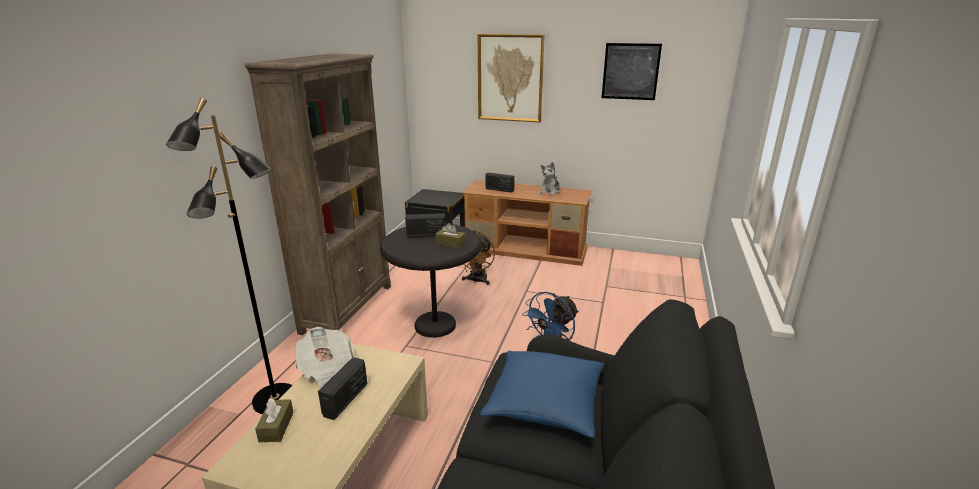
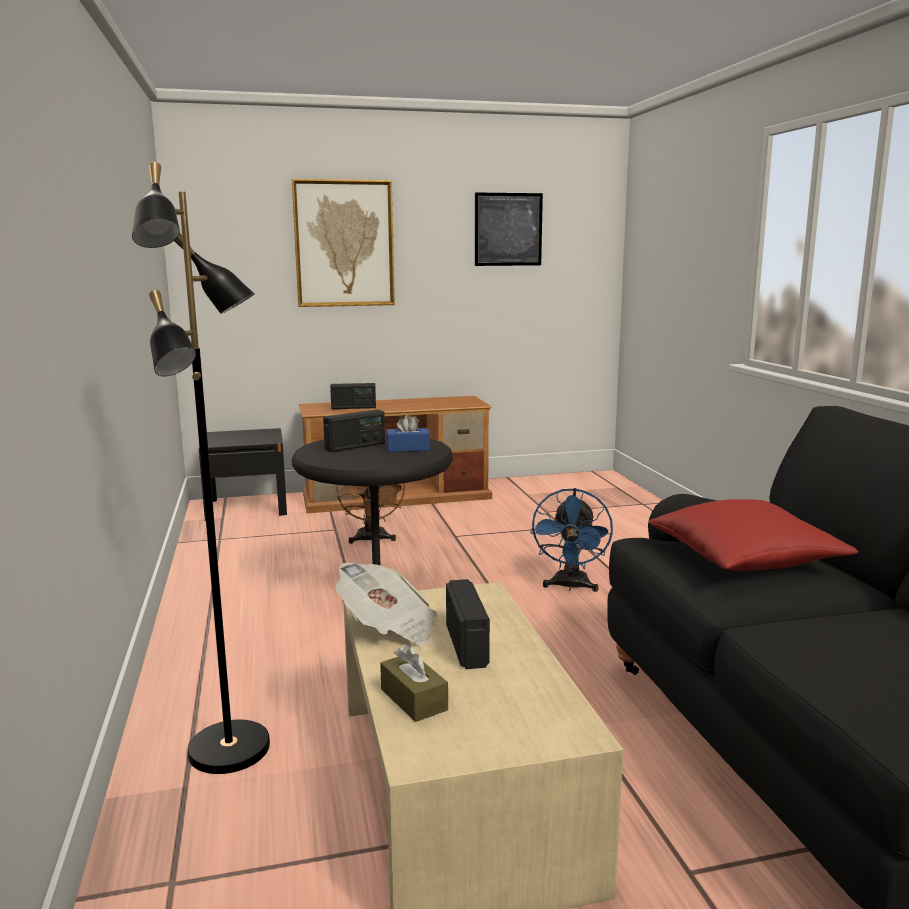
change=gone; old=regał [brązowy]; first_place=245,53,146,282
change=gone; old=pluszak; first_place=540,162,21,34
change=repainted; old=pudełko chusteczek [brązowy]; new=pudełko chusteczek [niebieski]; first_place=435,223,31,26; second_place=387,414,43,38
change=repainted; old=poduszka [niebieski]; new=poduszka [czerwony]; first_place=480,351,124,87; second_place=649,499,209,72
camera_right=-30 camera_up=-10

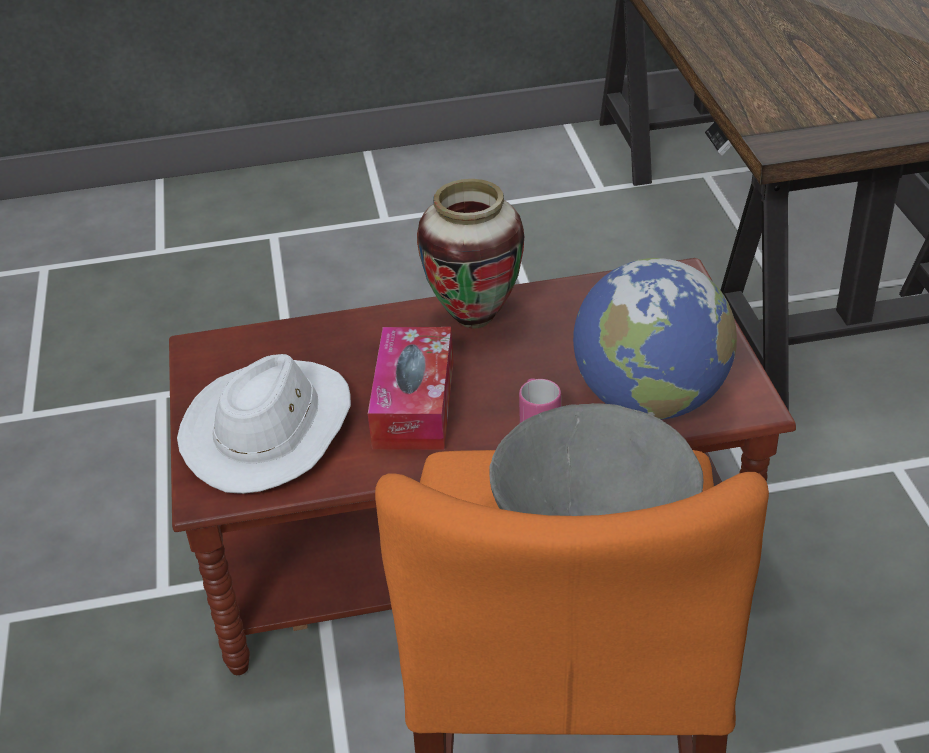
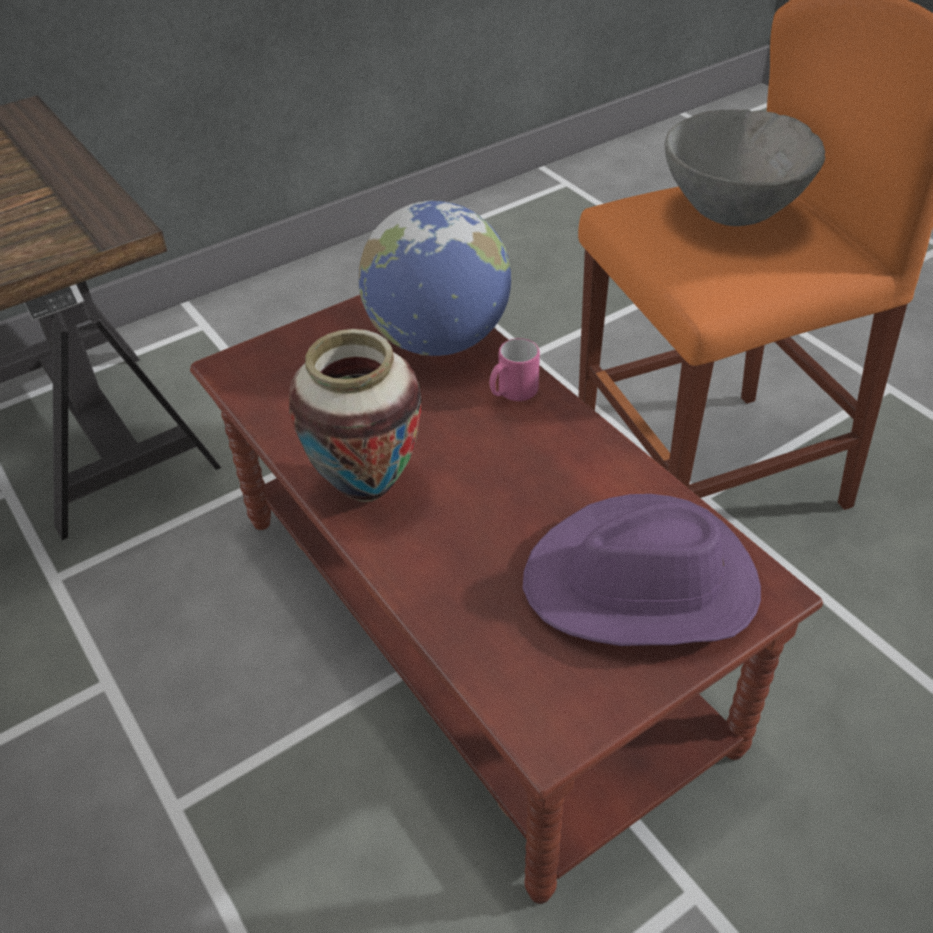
change=gone; old=pudełko chusteczek; first_place=368,327,86,123
change=repainted; old=kapelusz [biały]; new=kapelusz [fioletowy]; first_place=177,354,174,140; second_place=523,494,238,152
camera_right=-115 camera_up=5

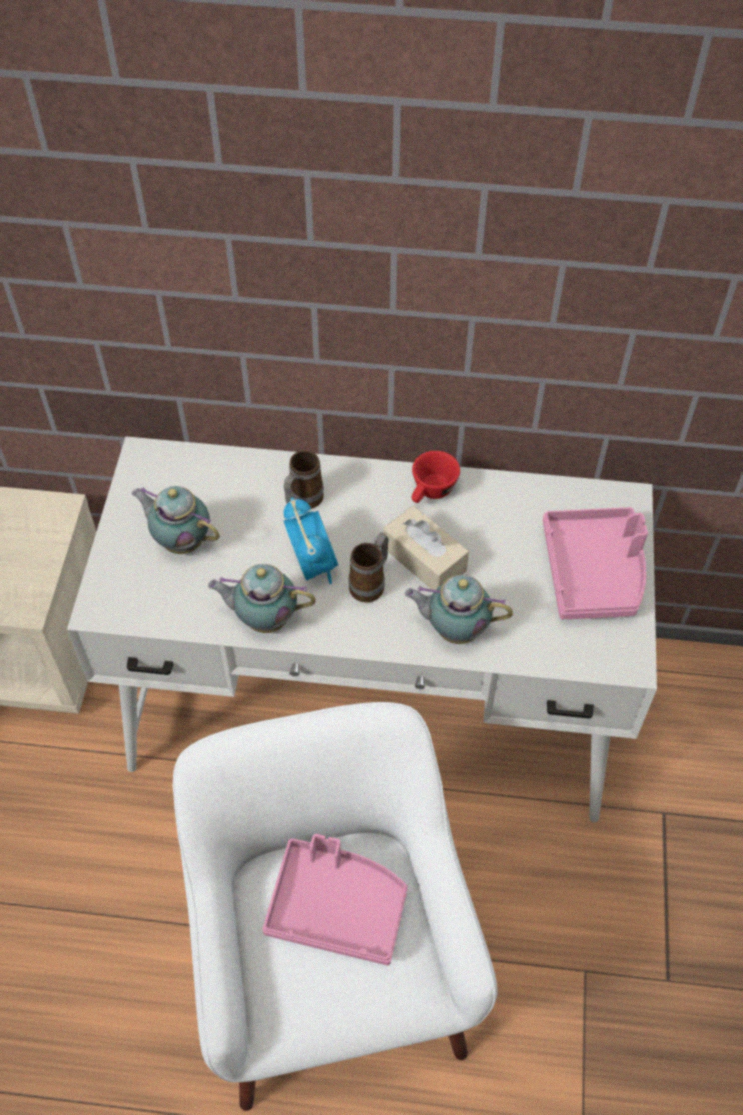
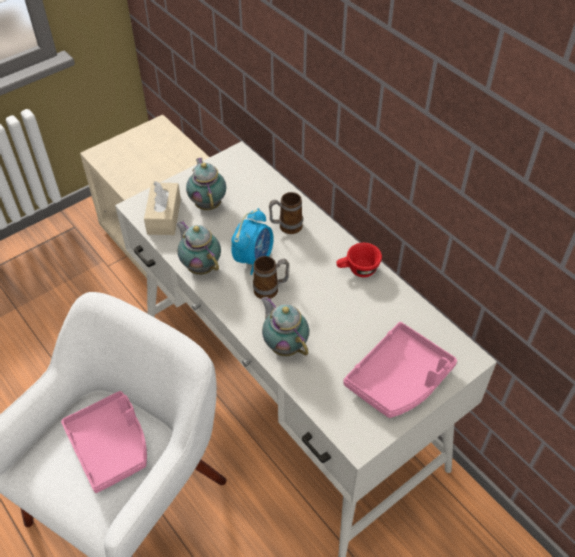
change=shifted; old=pudełko chusteczek [beżowy]; first_place=383,506,86,84; second_place=144,181,37,54
camera_right=45 camera_up=-5

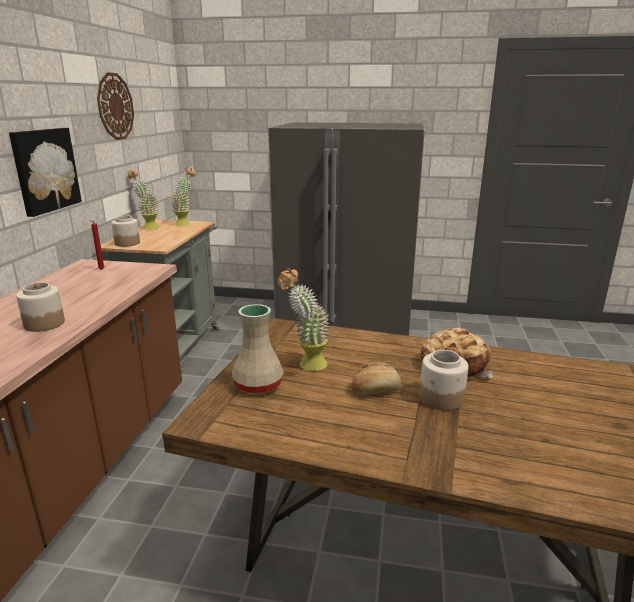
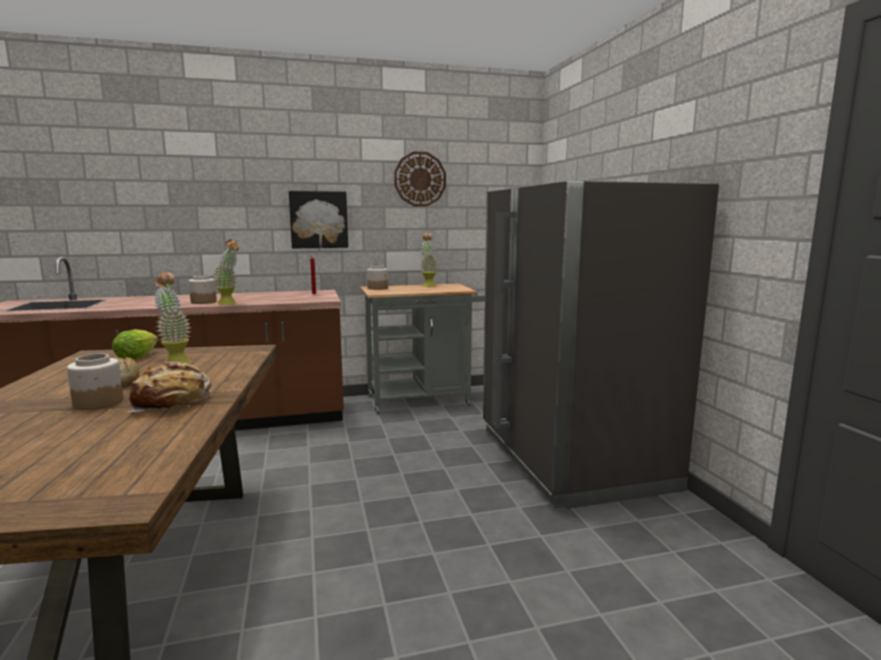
change=shifted; old=roślina doniczkowa; first_place=171,167,25,59; second_place=213,239,26,66
change=swapped; old=wazon [beżowy]; new=sałata; first_place=232,304,52,91; second_place=112,329,46,30
camera_right=65 camera_up=-10

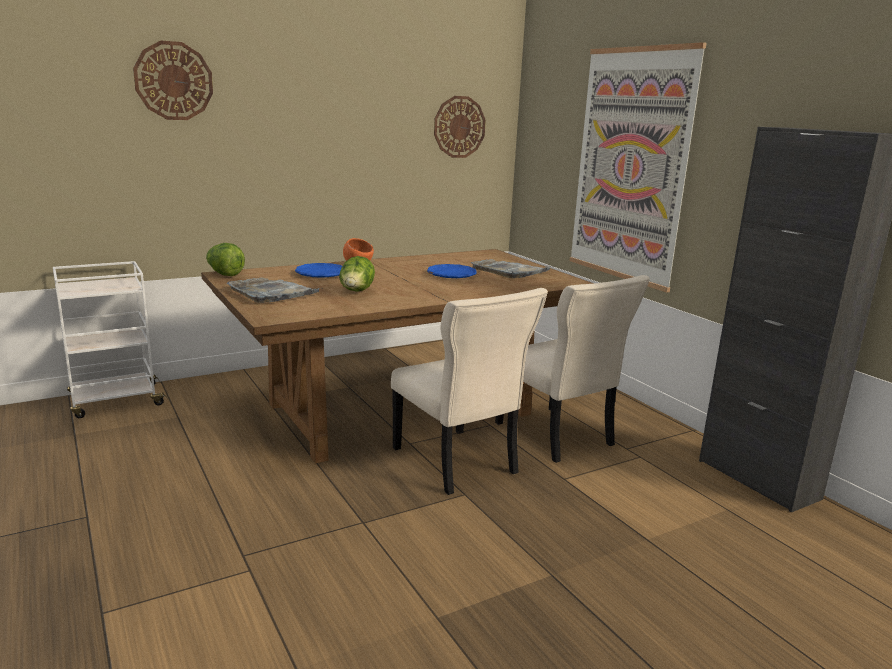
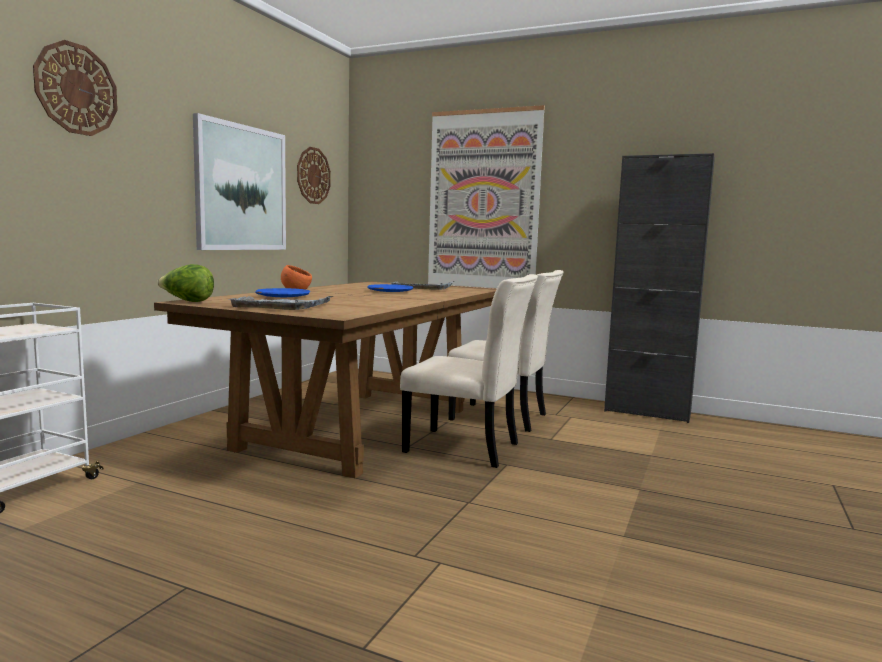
change=gone; old=sałata; first_place=339,256,36,36
change=new; new=obraz; second_place=193,113,93,137
camera_right=-35 camera_up=-10

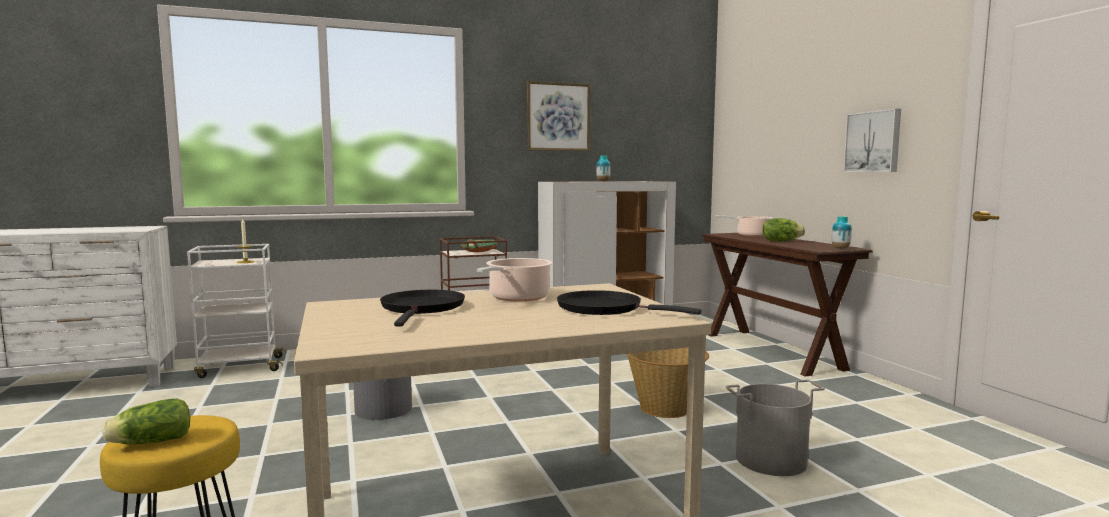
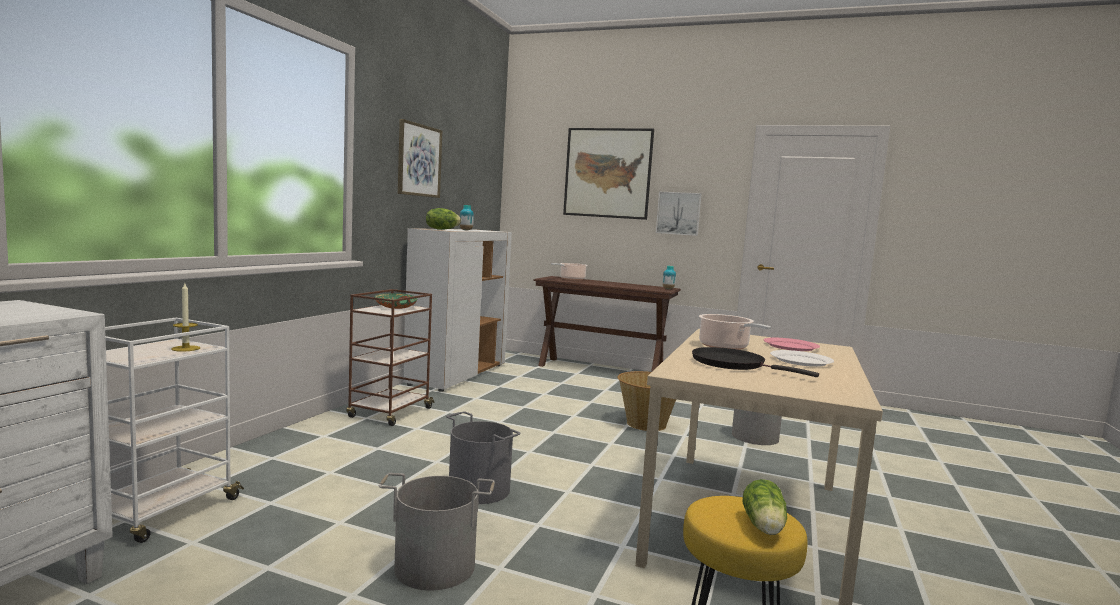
change=shifted; old=sałata; first_place=762,218,43,24; second_place=426,208,35,22
change=swapped; old=patelnia [czarny]; new=talerz [różowy]; first_place=557,290,145,25; second_place=764,338,56,13
change=new; new=obraz; second_place=563,128,91,92
change=new; new=talerz [biały]; second_place=770,350,64,17
change=new; new=wiadro [szary]; second_place=378,473,117,118
camera_right=-50 camera_up=0

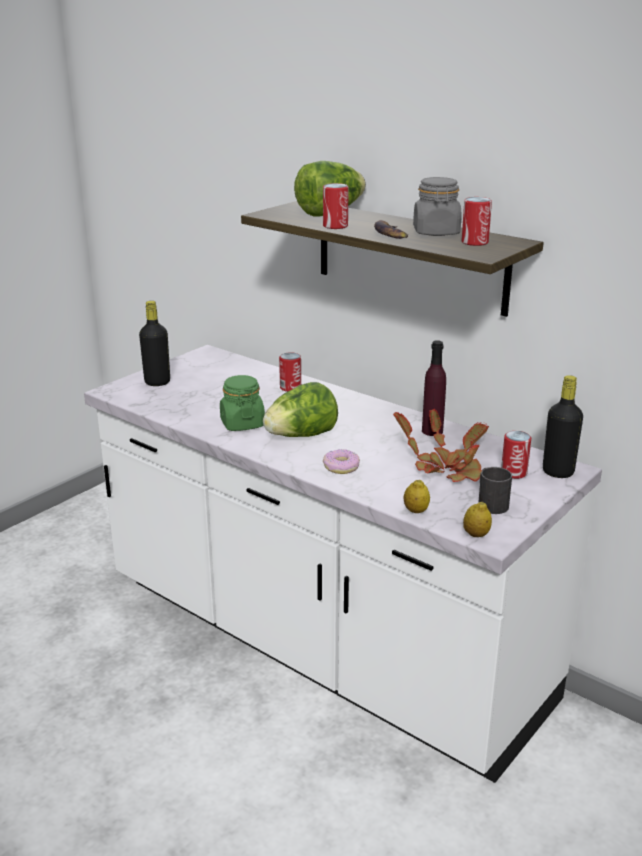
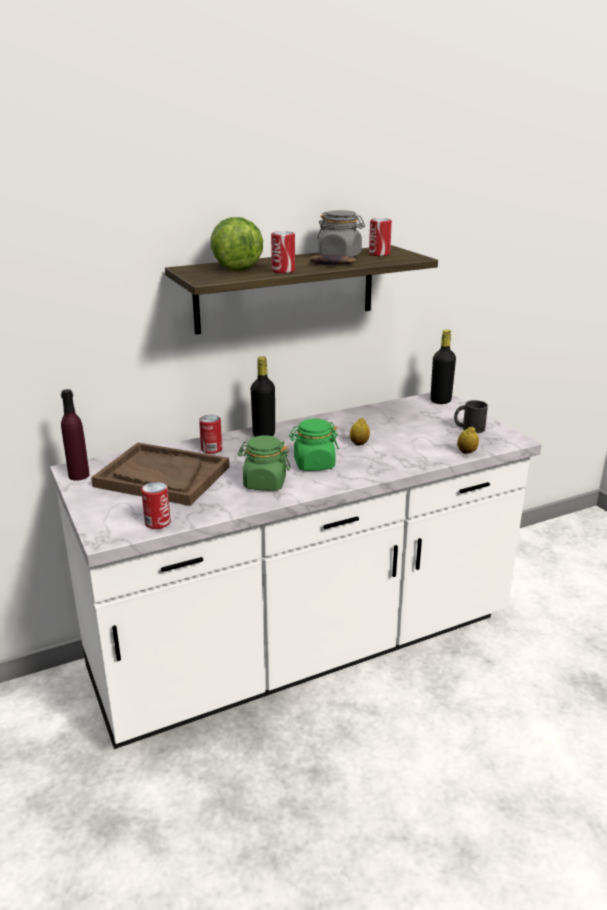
change=shifted; old=butelka [czarny]; first_place=139,301,31,85; second_place=251,356,24,81
change=shifted; old=butelka [fioletowy]; first_place=422,340,24,96; second_place=61,389,29,92
change=swapped; old=sałata; new=słoik [zielony]; first_place=263,382,75,55; second_place=289,419,50,52
change=gone; old=roślina doniczkowa; first_place=393,409,96,73
change=shifted; old=puszka; first_place=501,431,30,48; second_place=141,482,30,47
change=gone; old=donut; first_place=323,449,37,25
change=shifted; old=cytryna; first_place=463,502,29,35; second_place=350,418,20,28
change=new; new=taca [brązowy]; second_place=91,443,138,63
camera_right=-65 camera_up=0

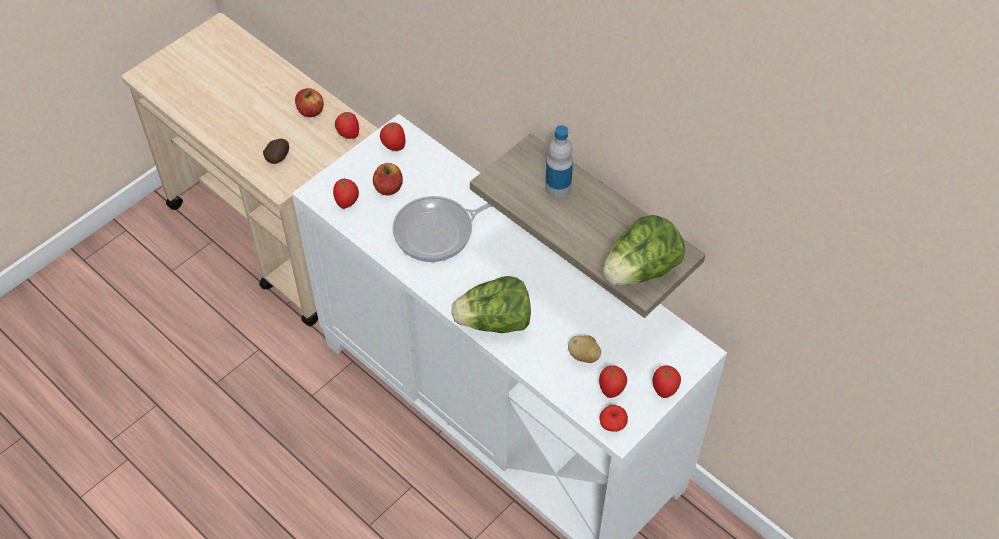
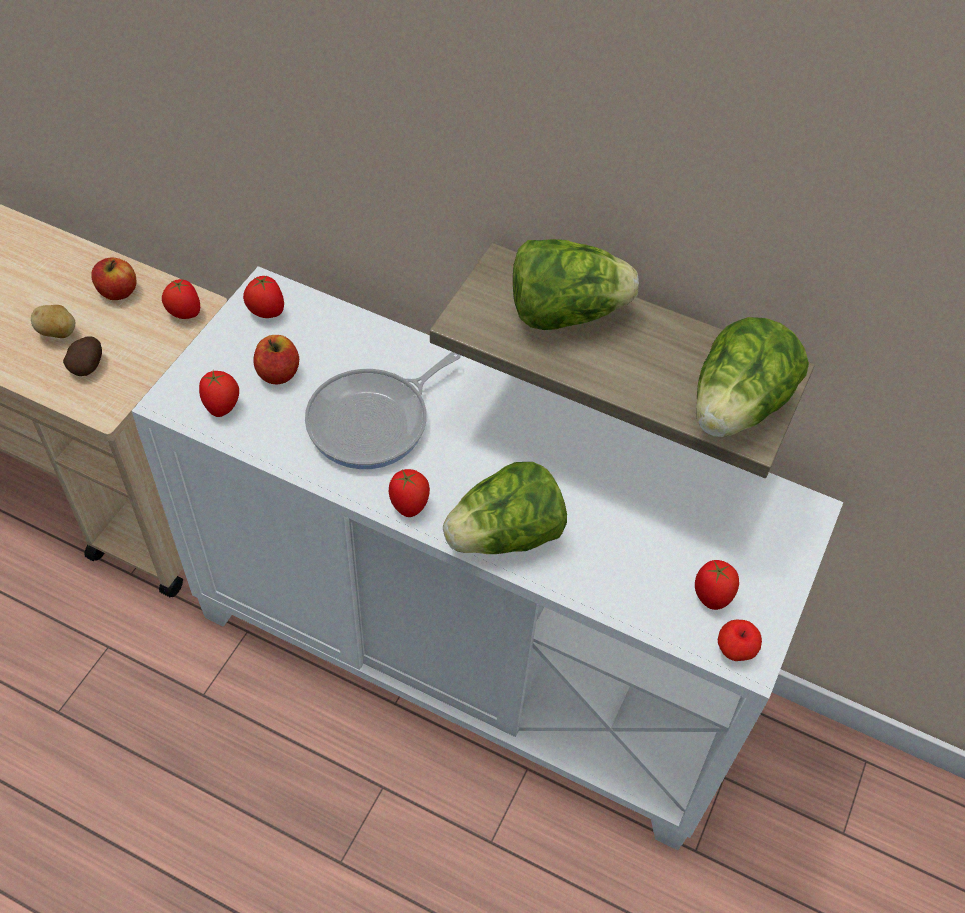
change=swapped; old=butelka; new=sałata; first_place=545,125,28,73; second_place=513,239,126,91
change=shifted; old=ziemniak; first_place=568,335,33,28; second_place=31,305,44,33
change=shifted; old=pomidor; first_place=653,365,28,33; second_place=389,469,41,48
camera_right=-20 camera_up=0

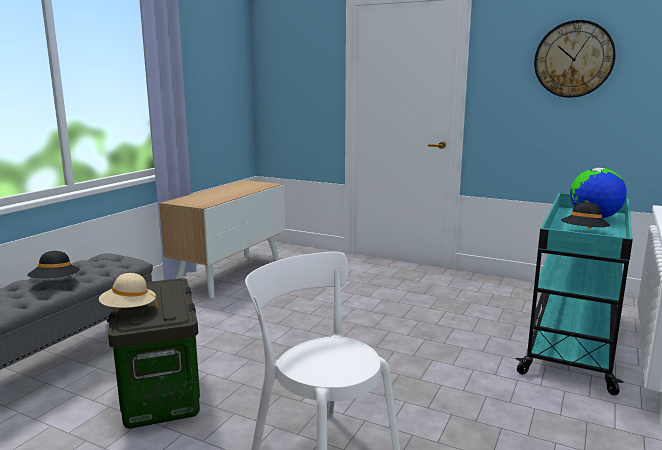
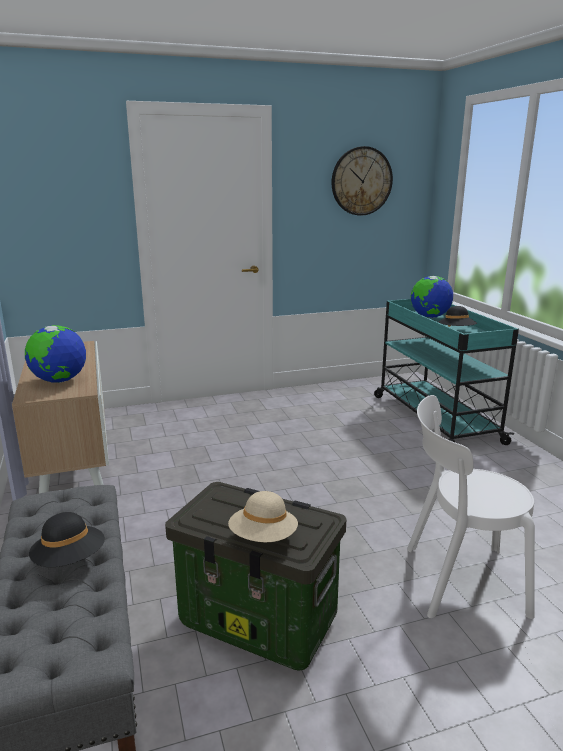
change=new; new=globus; second_place=25,325,61,58
camera_right=-45 camera_up=5

